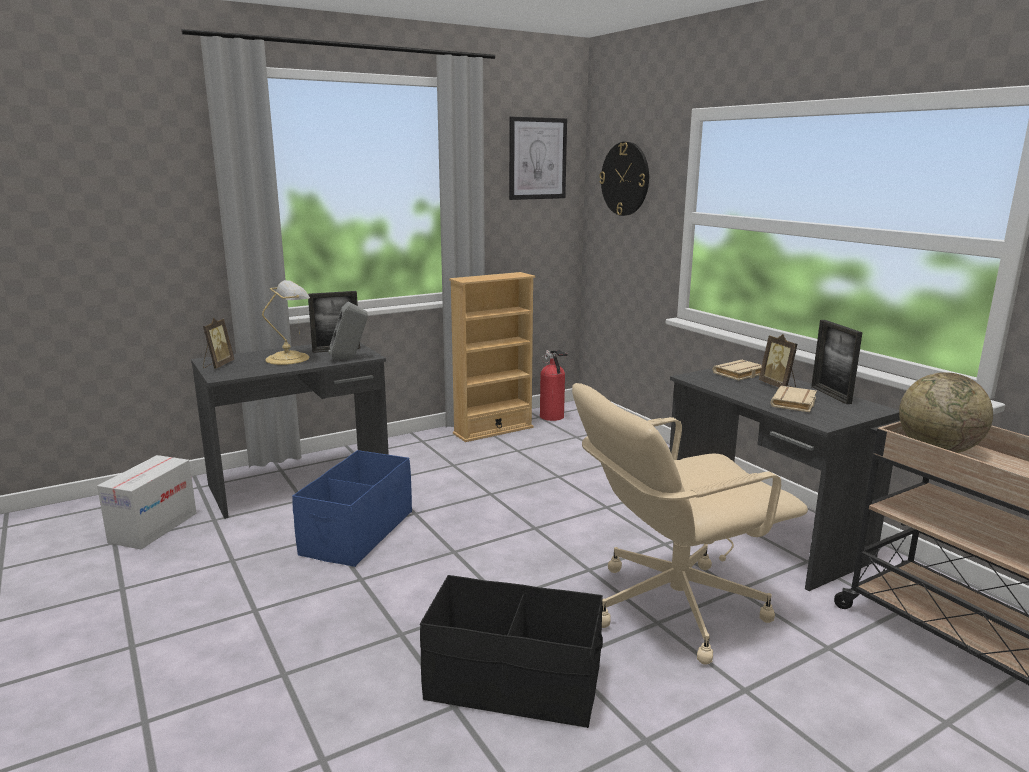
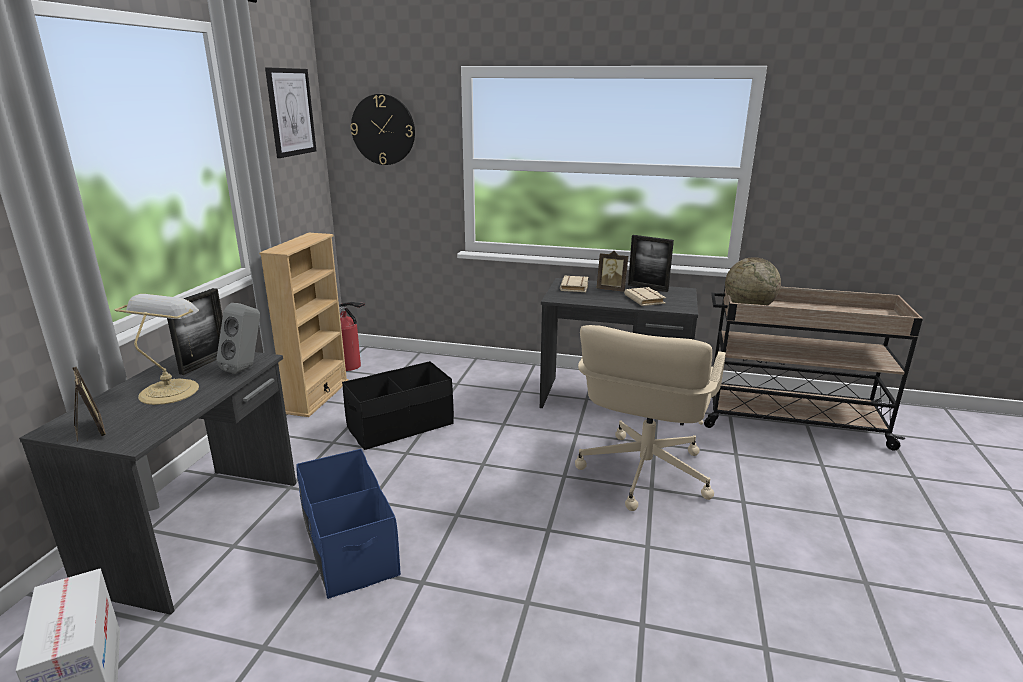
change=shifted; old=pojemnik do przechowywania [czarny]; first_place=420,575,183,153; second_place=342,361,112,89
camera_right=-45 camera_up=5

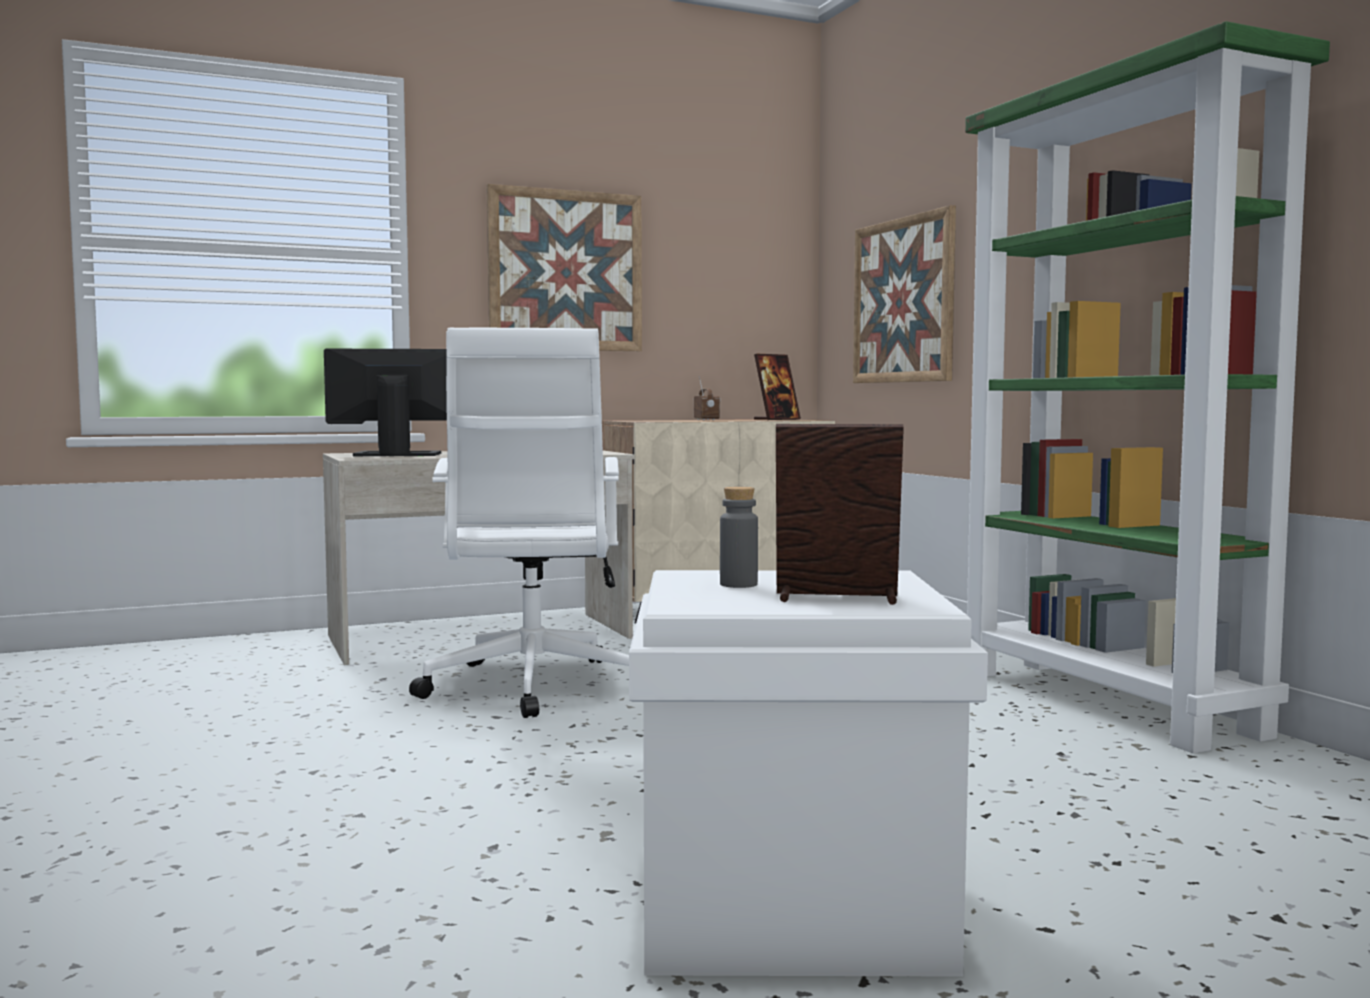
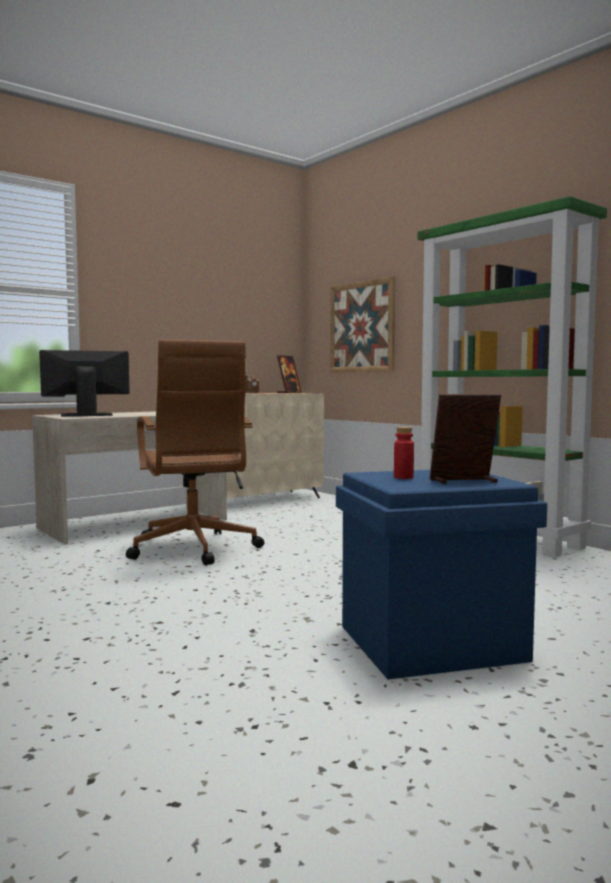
change=gone; old=obraz; first_place=487,184,155,167
change=repainted; old=krzesło biurowe [biały]; new=krzesło biurowe [brązowy]; first_place=409,328,220,390; second_place=126,339,139,226
change=repainted; old=butelka [szary]; new=butelka [czerwony]; first_place=720,487,38,101; second_place=394,427,20,52
change=repainted; old=pojemnik do przechowywania [biały]; new=pojemnik do przechowywania [niebieski]; first_place=629,570,359,407; second_place=336,470,211,209
camera_right=-15 camera_up=0

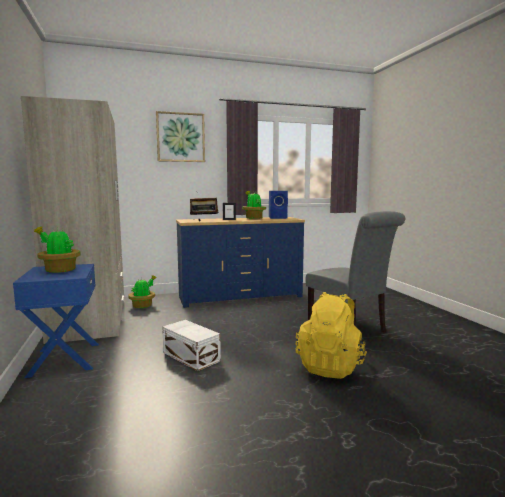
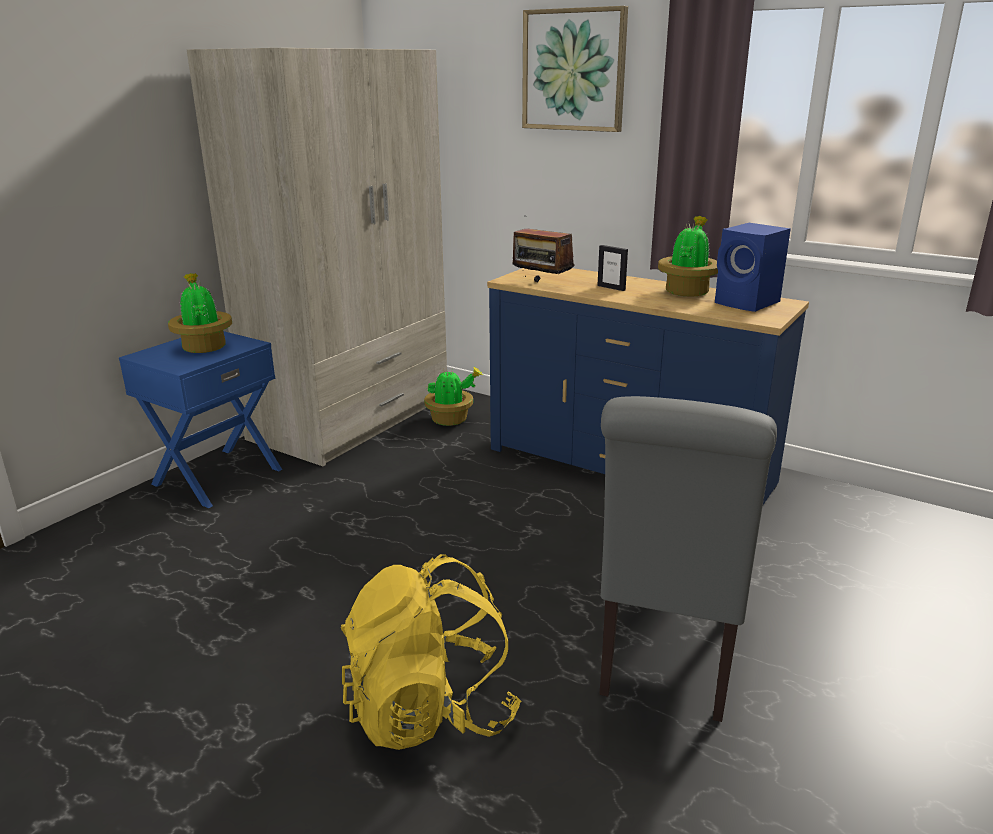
change=gone; old=pojemnik do przechowywania [biały]; first_place=162,320,59,51
camera_right=50 camera_up=15

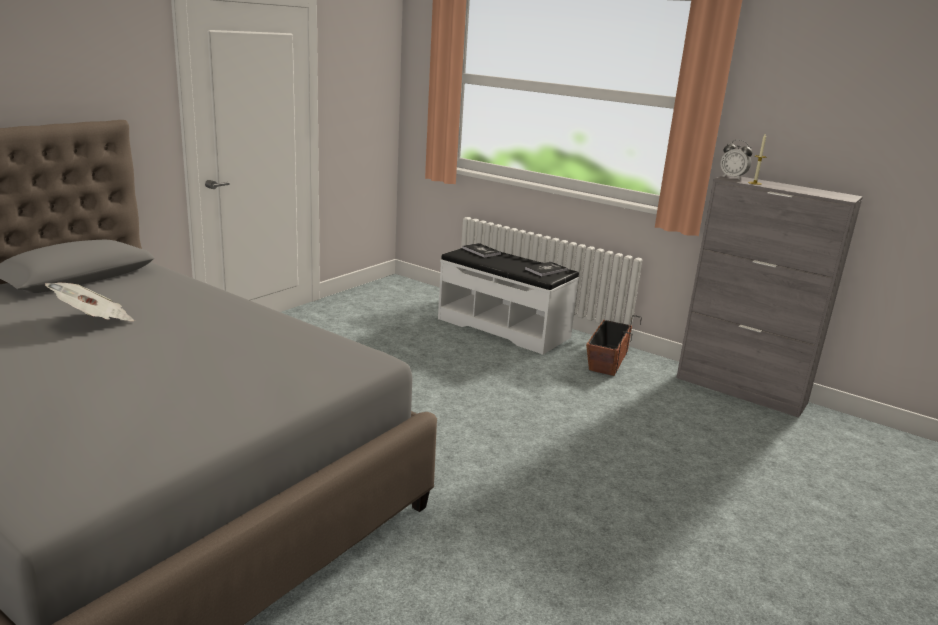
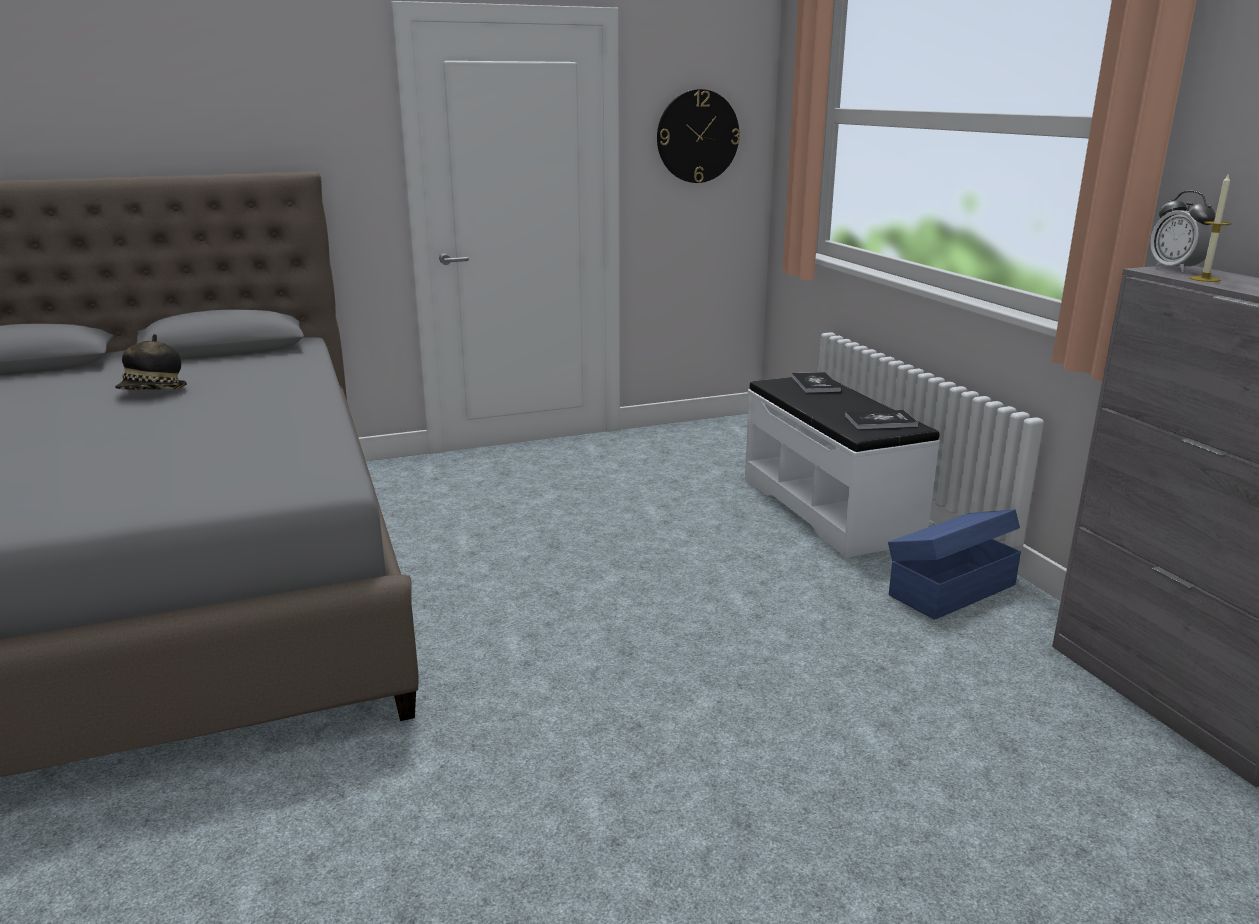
change=swapped; old=gazeta; new=kapelusz; first_place=45,283,90,38; second_place=115,334,72,56
change=swapped; old=donica; new=pojemnik do przechowywania [niebieski]; first_place=586,315,56,61; second_place=888,510,133,110
change=new; new=zegar ścienny; second_place=657,89,83,94
camera_right=35 camera_up=0

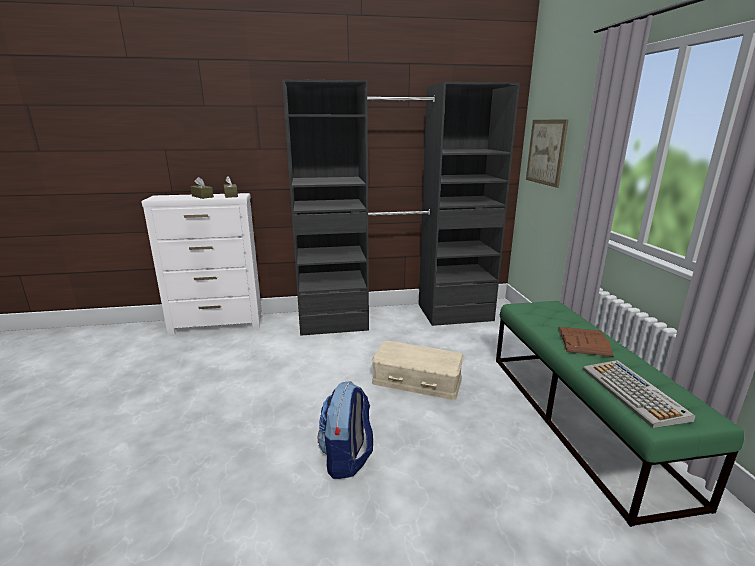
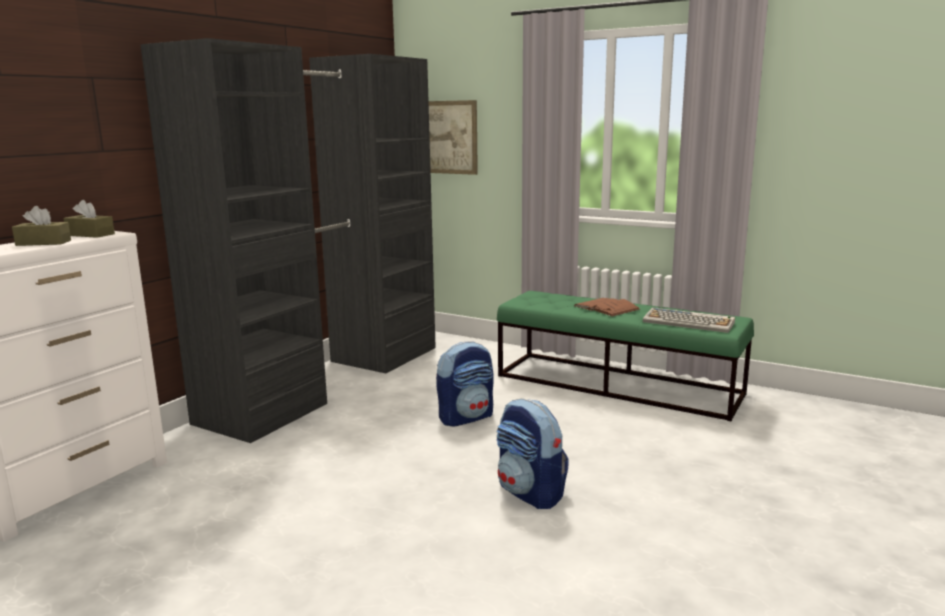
change=swapped; old=pojemnik do przechowywania [beżowy]; new=plecak; first_place=372,341,92,59; second_place=436,341,57,86
camera_right=-50 camera_up=-5

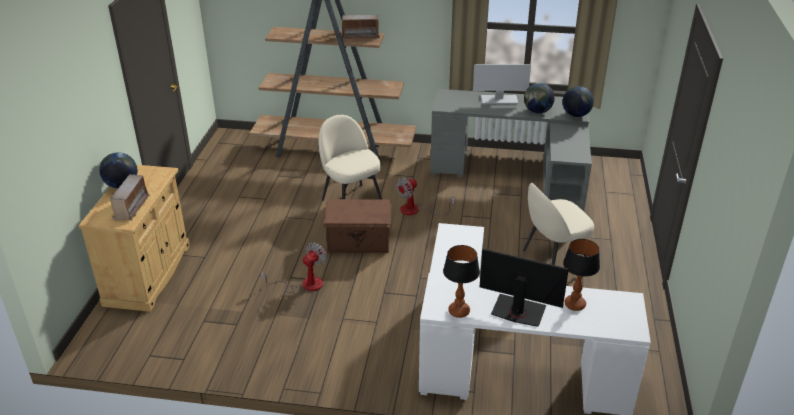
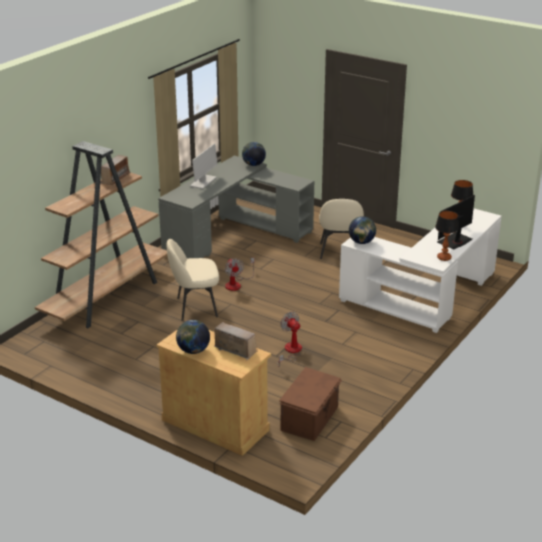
change=shifted; old=globus; first_place=524,83,31,31; second_place=349,216,27,28
change=shifted; old=pojemnik do przechowywania [brązowy]; first_place=323,199,69,54; second_place=279,367,63,74
camera_right=-65 camera_up=-5

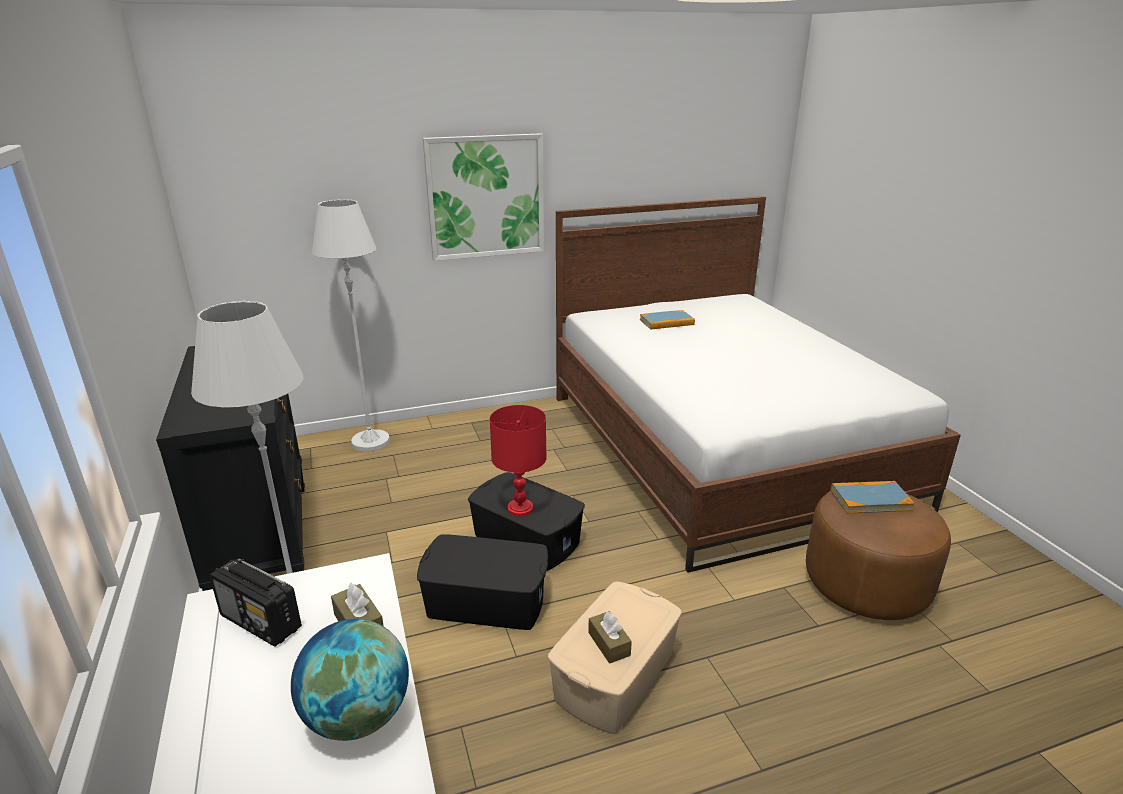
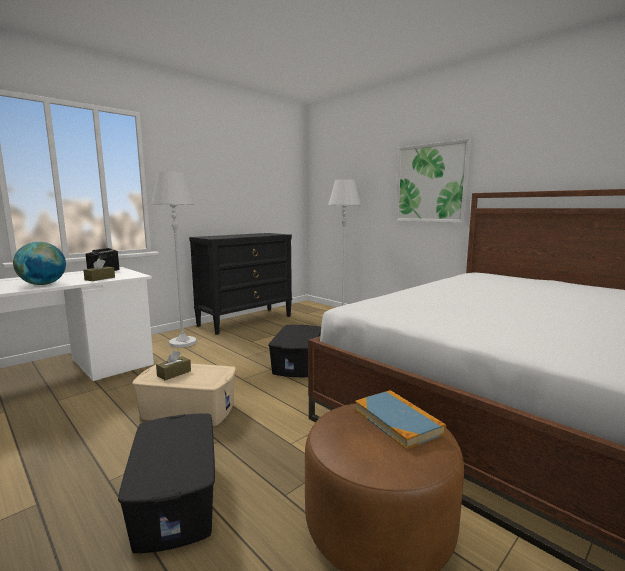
change=gone; old=książka; first_place=640,310,55,20
change=gone; old=lampa stołowa [czerwony]; first_place=490,405,57,111
change=shifted; old=pojemnik do przechowywania [czarny]; first_place=417,534,131,96; second_place=118,413,97,140
camera_right=65 camera_up=-15

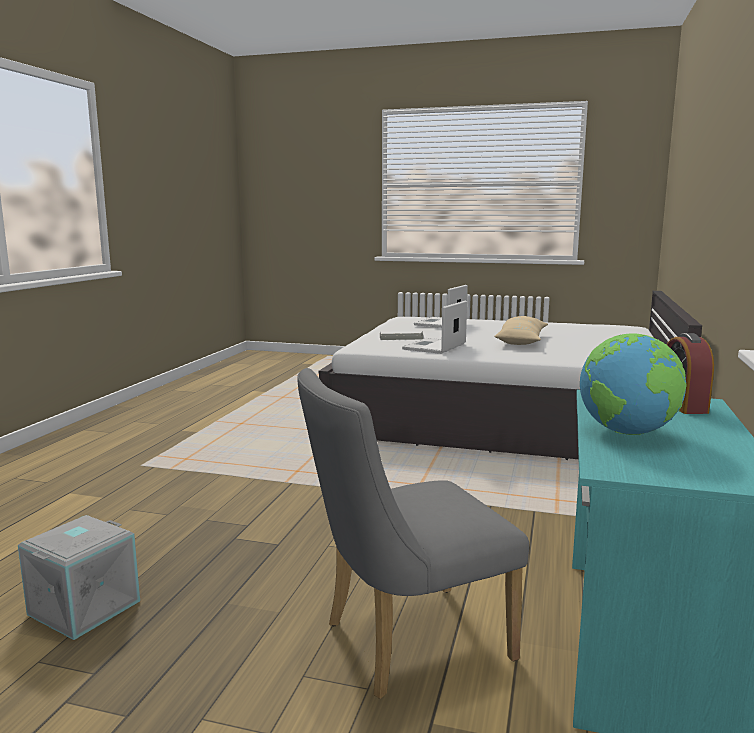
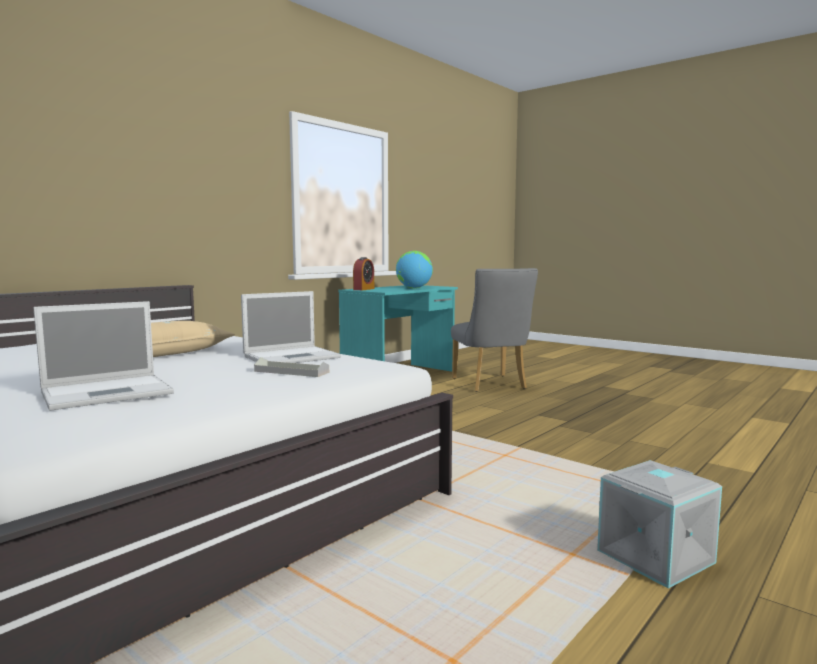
change=rotated; old=krzesło [szary]; first_place=297,368,232,331; second_place=451,268,87,124; degrees=75
change=shifted; old=pojemnik do przechowywania [szary]; first_place=18,515,122,125; second_place=597,460,125,129
camera_right=-155 camera_up=-5

